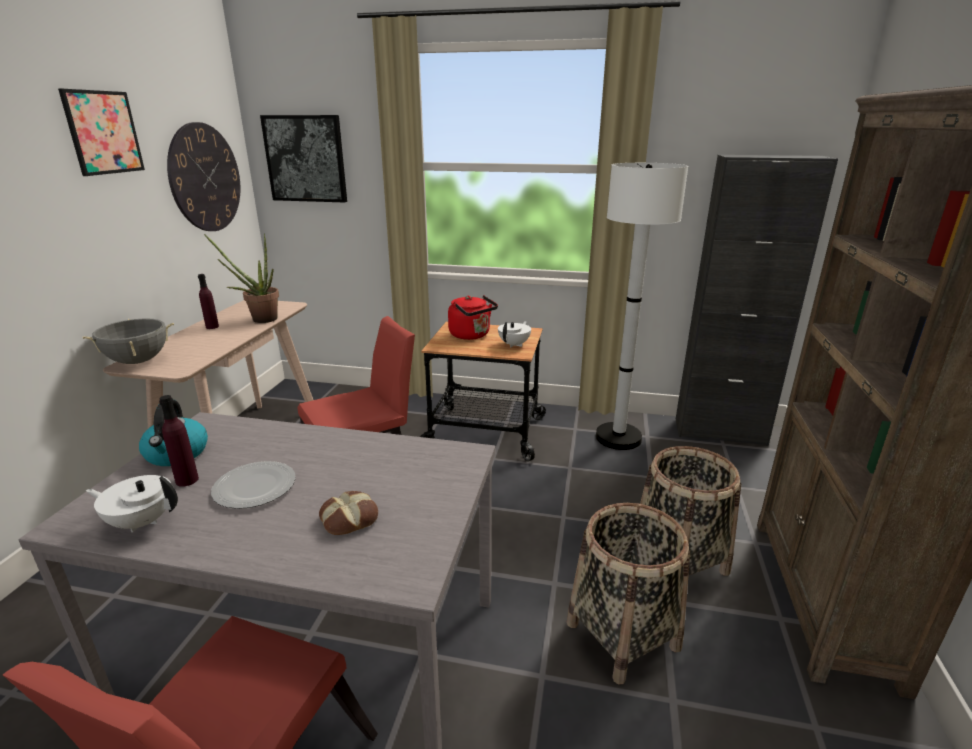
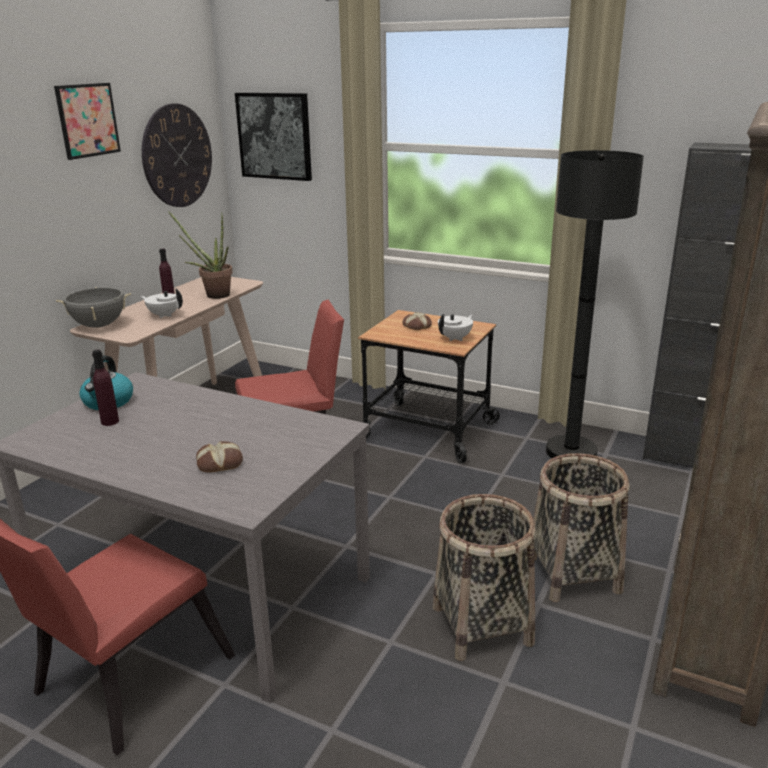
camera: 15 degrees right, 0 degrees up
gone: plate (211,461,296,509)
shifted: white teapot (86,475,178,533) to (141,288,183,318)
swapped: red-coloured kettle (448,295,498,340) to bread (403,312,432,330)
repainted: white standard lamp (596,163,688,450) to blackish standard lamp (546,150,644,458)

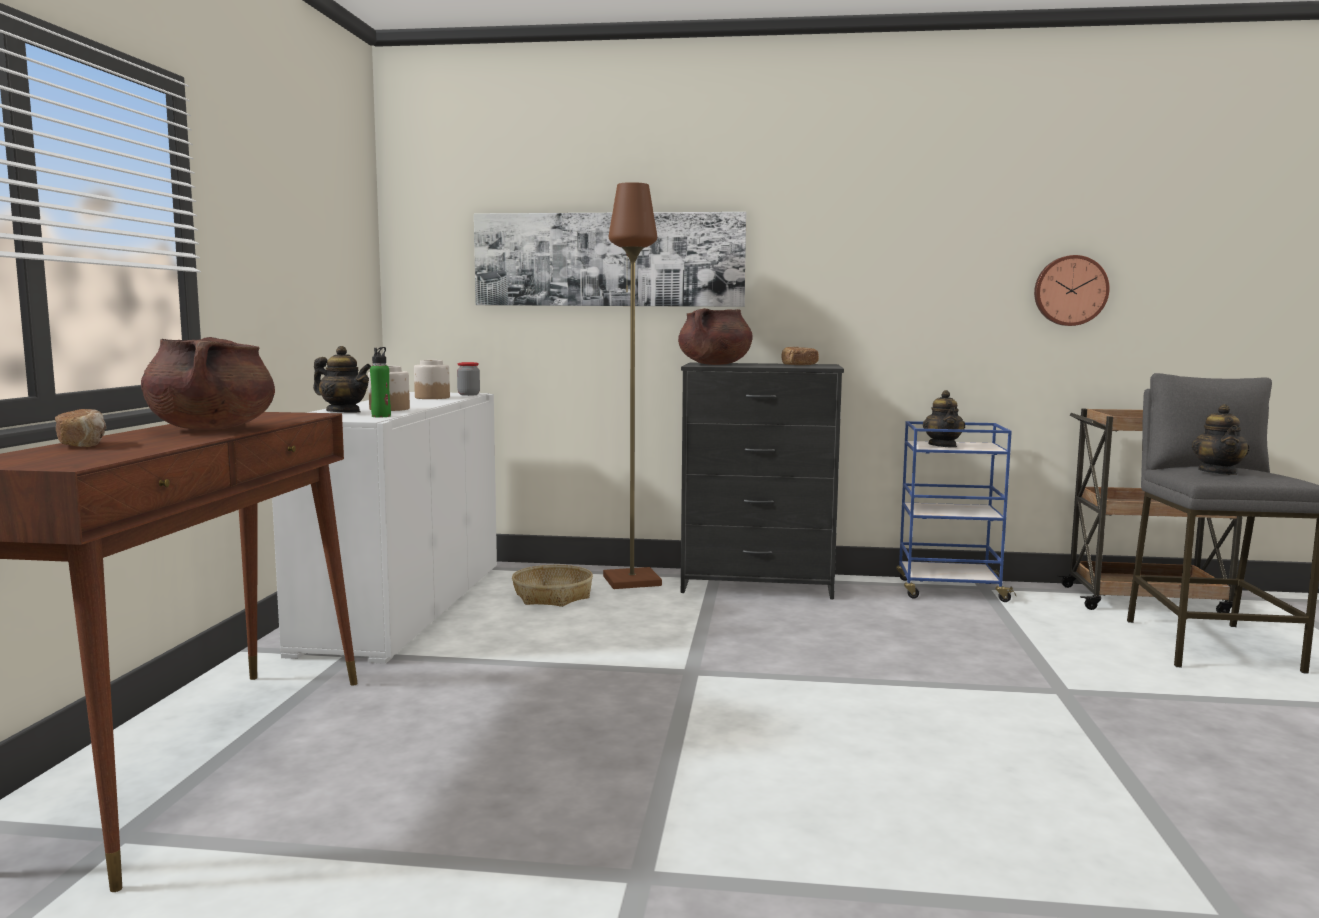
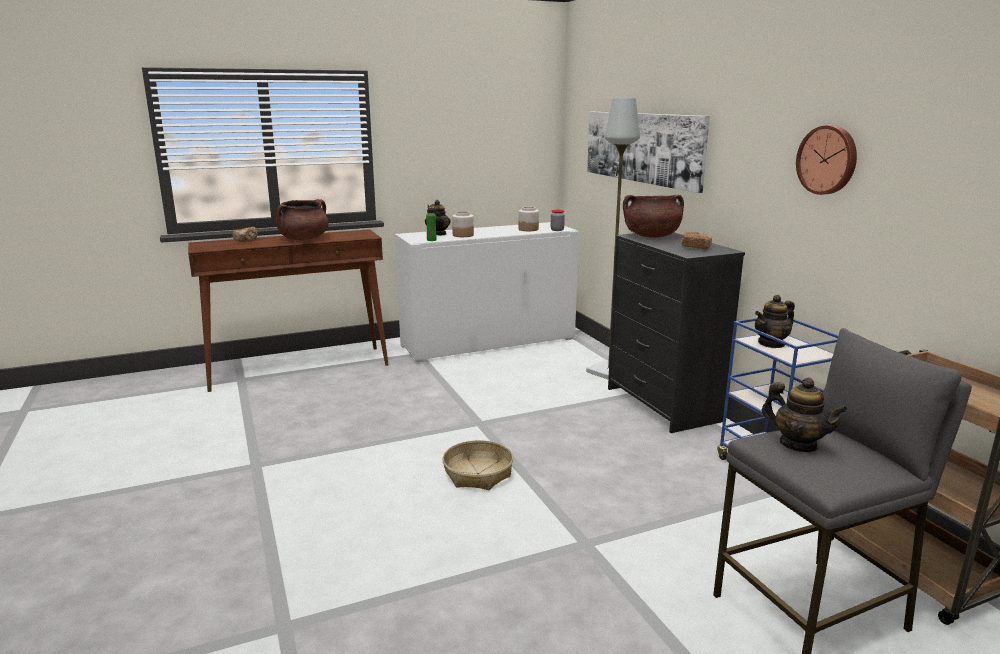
camera: 60 degrees right, 10 degrees up
shifted: basket (512,565,593,607) to (442,440,513,490); wall clock (1034,255,1110,326) to (796,125,857,195)
repainted: brown standard lamp (603,182,662,589) to grey standard lamp (586,98,640,379)
rotated: teapot (1192,404,1250,475) = (762,378,848,452) 120 degrees counterclockwise

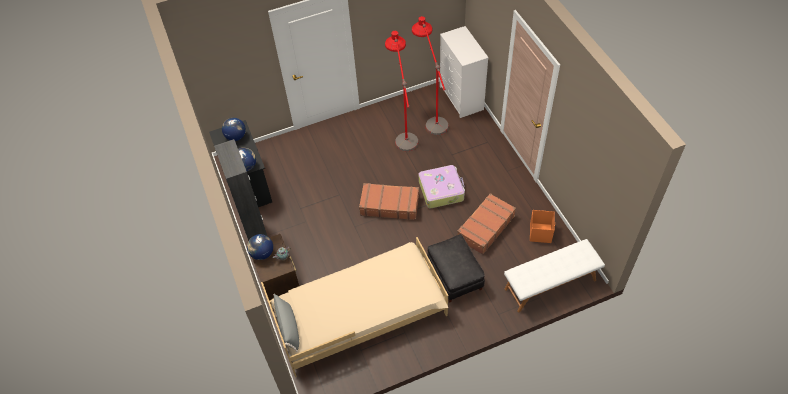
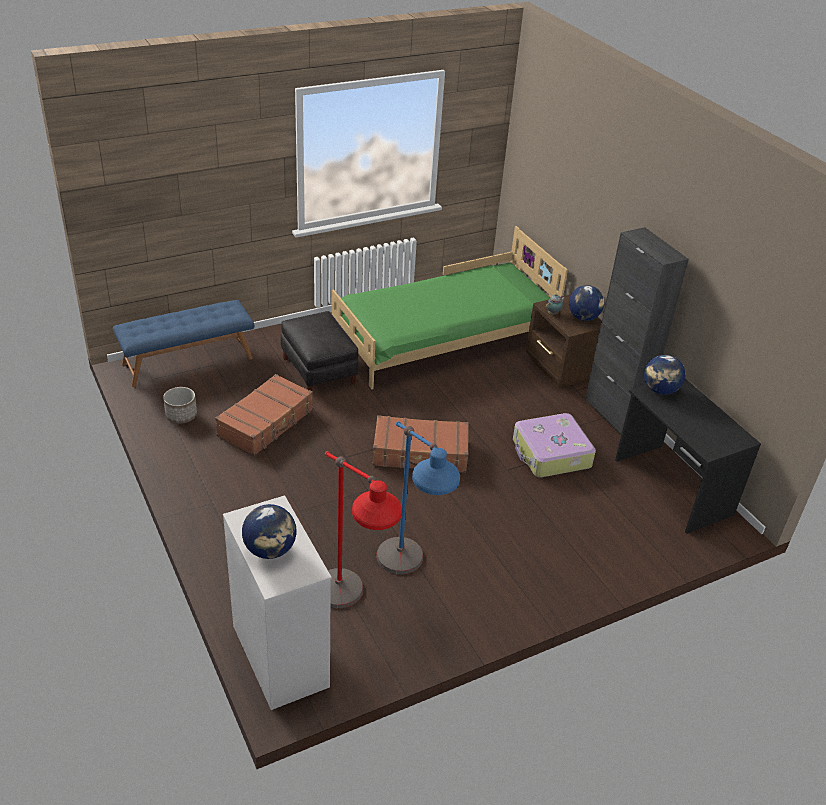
camera: 170 degrees right, 15 degrees down
gone: grey pillow (273,294,299,352)
shifted: desk globe (222,118,246,141) to (242,504,296,559); piece of luggage (419,165,465,208) to (513,413,596,478)
swapped: orange storage container (530,210,555,243) to flower pot (163,387,197,424)
repainted: beige-coloured bedroom bed (261,237,448,377) to green-coloured bedroom bed (332,226,568,389); red-coloured standard lamp (385,31,419,151) to blue standard lamp (376,421,460,574); white bench (504,239,605,313) to blue bench (113,300,254,387)

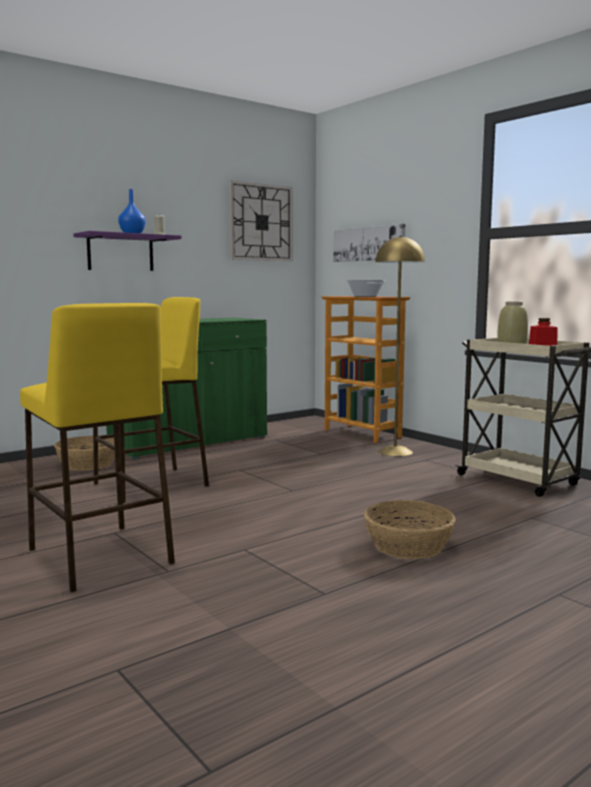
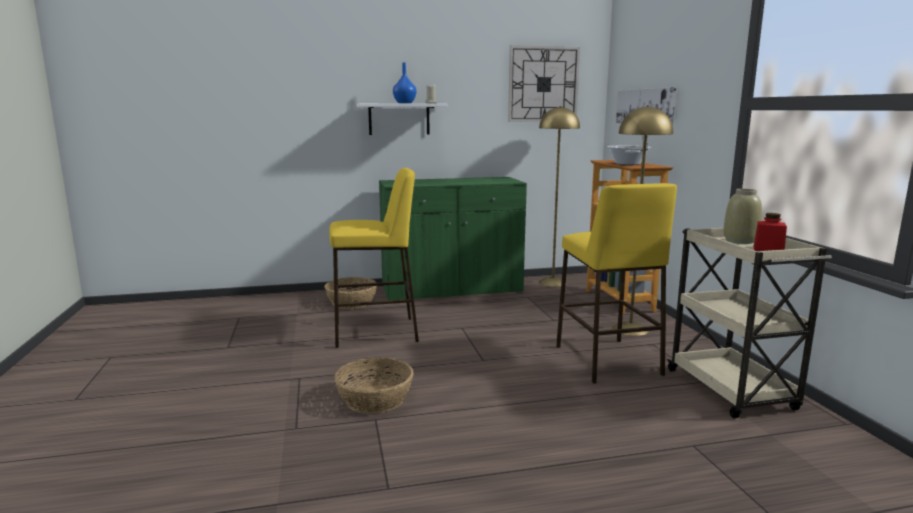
camera: 25 degrees right, 5 degrees up
new: yellow-coloured standard lamp (539,106,580,287)
shifted: yellow-coloured sitting stool (20,303,175,592) to (556,183,677,384); basket (364,500,456,559) to (334,357,414,414)
repainted: purple-coloured bracket shelf (73,231,181,271) to white bracket shelf (357,103,447,135)

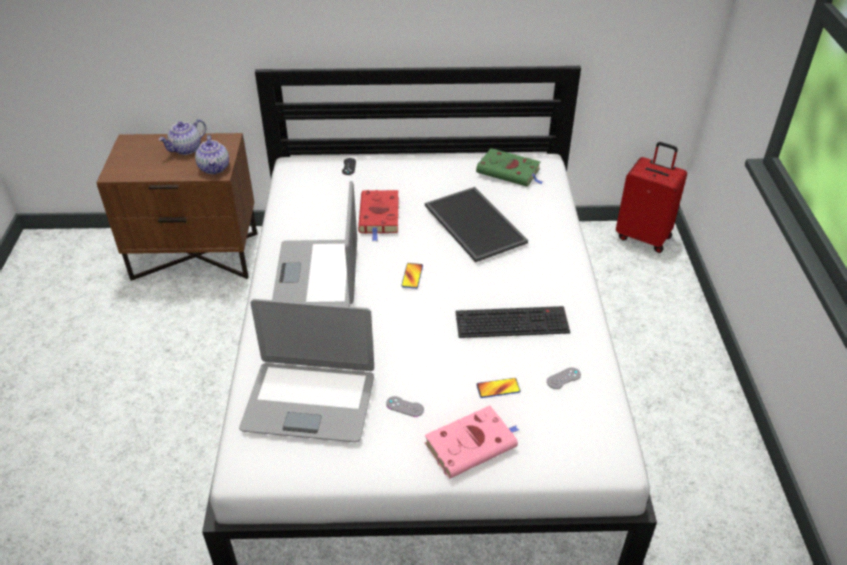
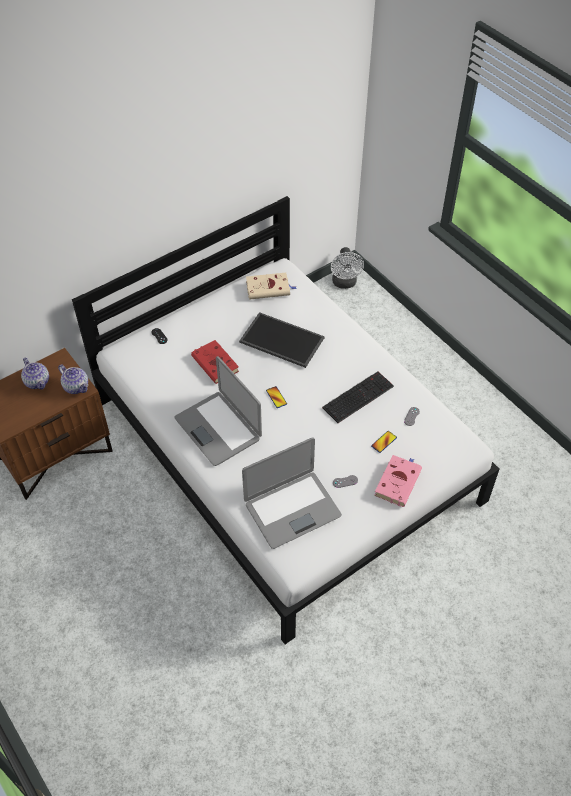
camera: 35 degrees left, 10 degrees up
swapped: red-coloured piece of luggage (616,142,687,253) to white cooling fan (331,247,364,289)
repainted: green-coloured volume (476,148,543,187) to beige-coloured volume (246,273,297,300)
rotated: teapot (158,119,206,155) = (21,358,49,389) 45 degrees counterclockwise

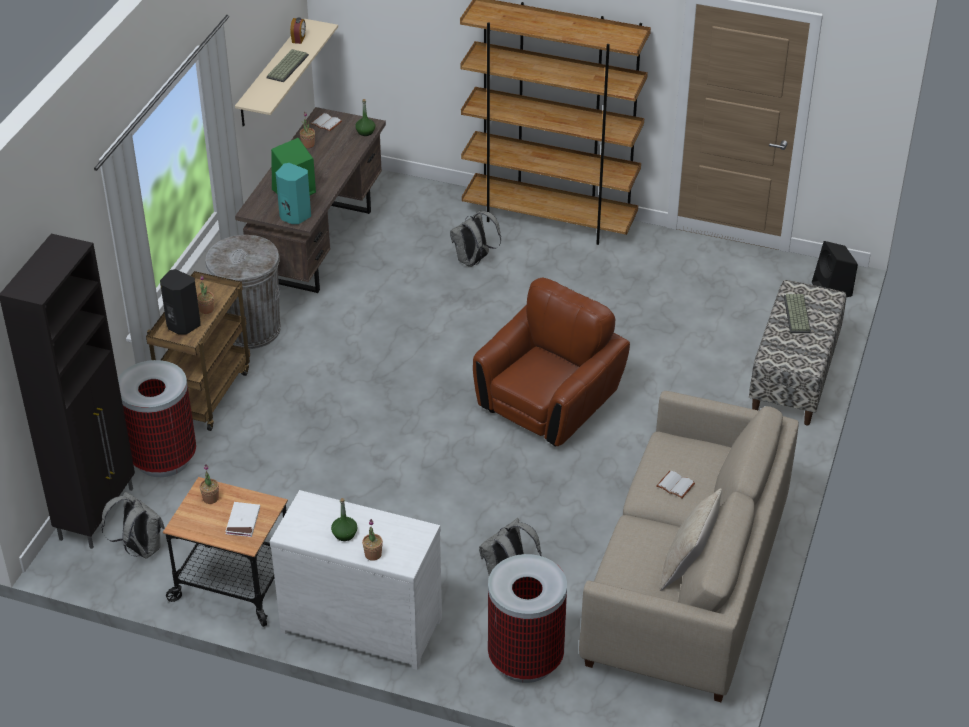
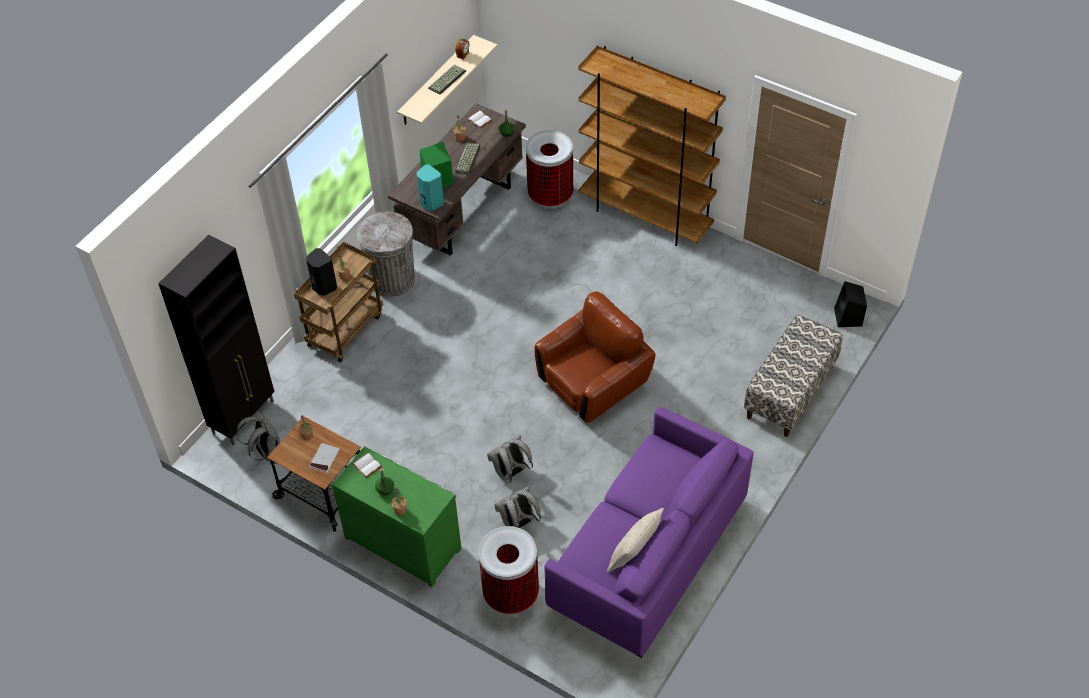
camera: 15 degrees right, 10 degrees up
shifted: waste bin (118,360,196,477) to (526,130,573,209); grey rucksack (450,210,501,267) to (487,435,533,483); white volume (656,471,695,498) to (352,453,382,478); keyboard (784,294,811,333) to (455,142,480,175)
repainted: white chest of drawers (270,490,442,670) to green-coloured chest of drawers (332,446,462,587); beige-coloured sofa (579,391,799,702) to purple-coloured sofa (544,407,753,658)

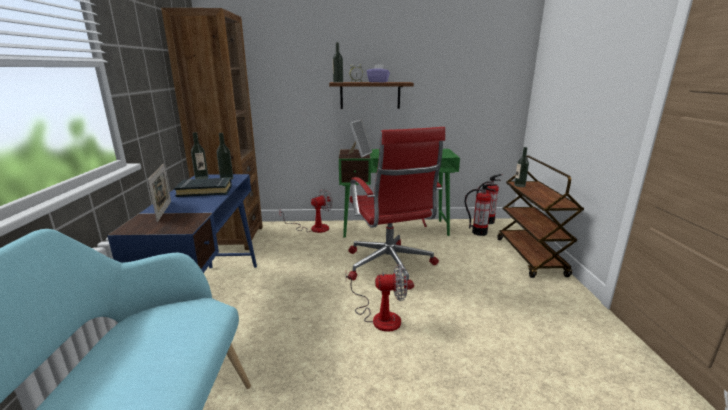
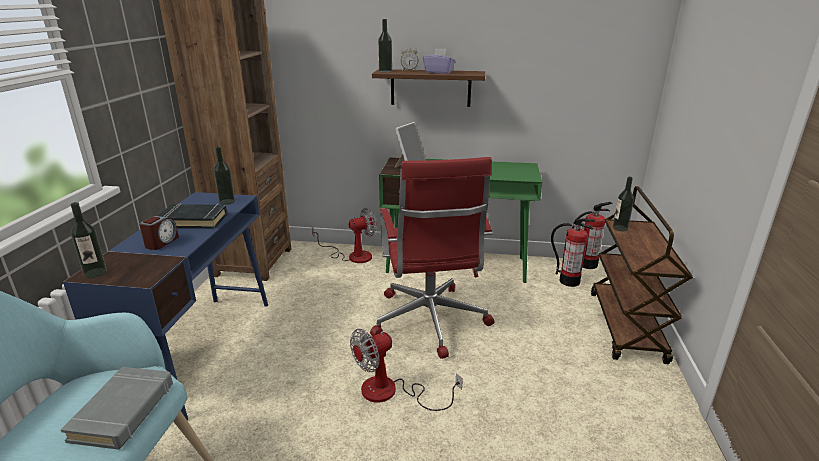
camera: 10 degrees right, 5 degrees up
gone: photo frame (148,164,171,222)
new: grey volume (61,367,173,450); bedside clock (139,216,179,250)
shifted: bottle (191,132,208,179) to (70,202,107,278)
rotated: cooling fan (346,264,407,332) = (350,329,463,411) 135 degrees clockwise

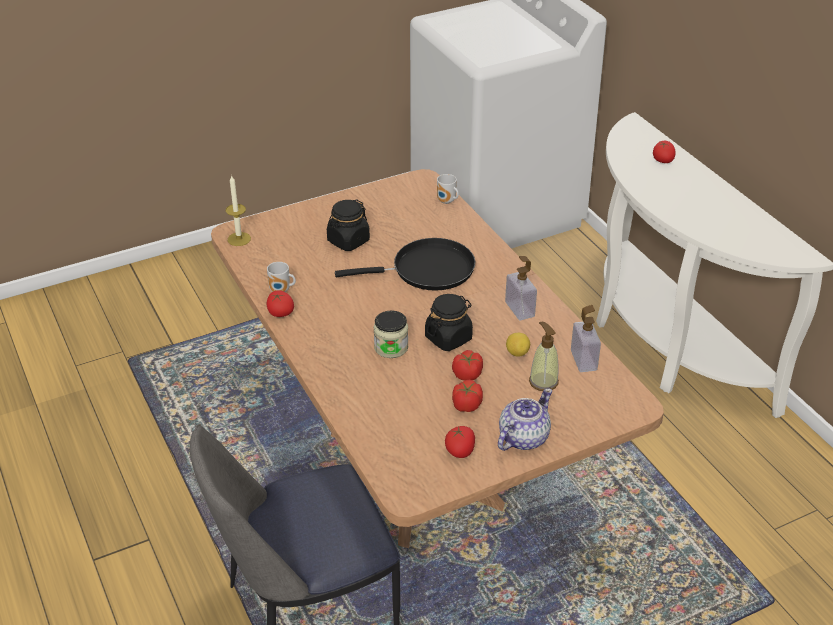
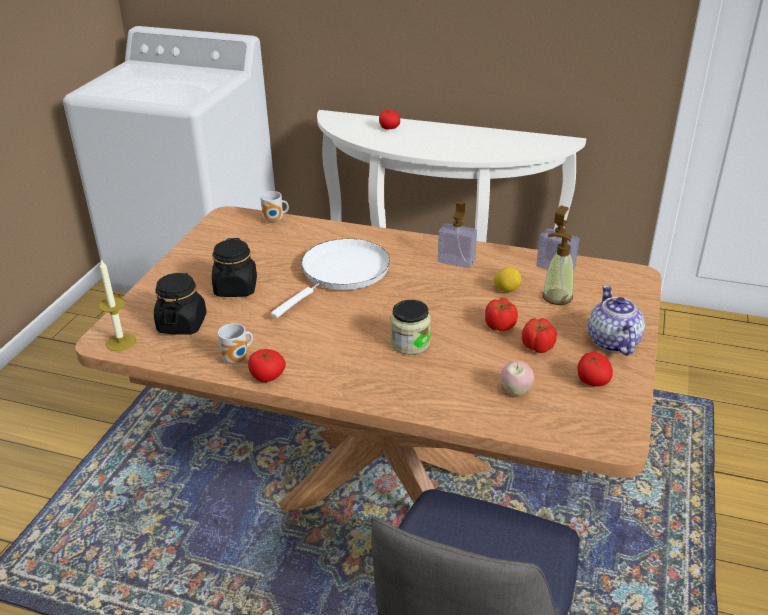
camera: 45 degrees left, 5 degrees down
new: apple (501,361,534,396)
shifted: blackish preserve jar (425,294,473,351) to (154,273,207,335)
repainted: blackish pan (335,238,475,291) to white pan (271,239,390,318)

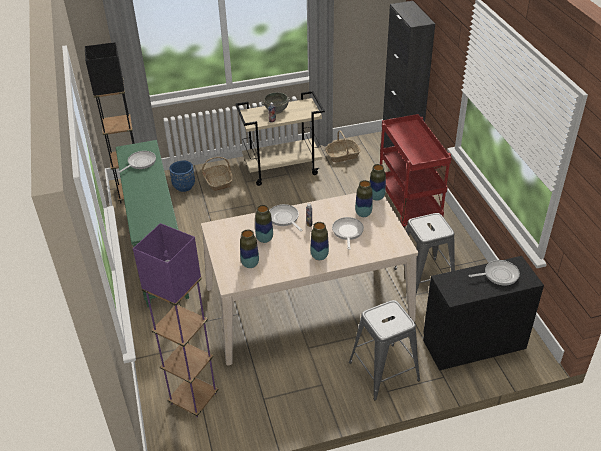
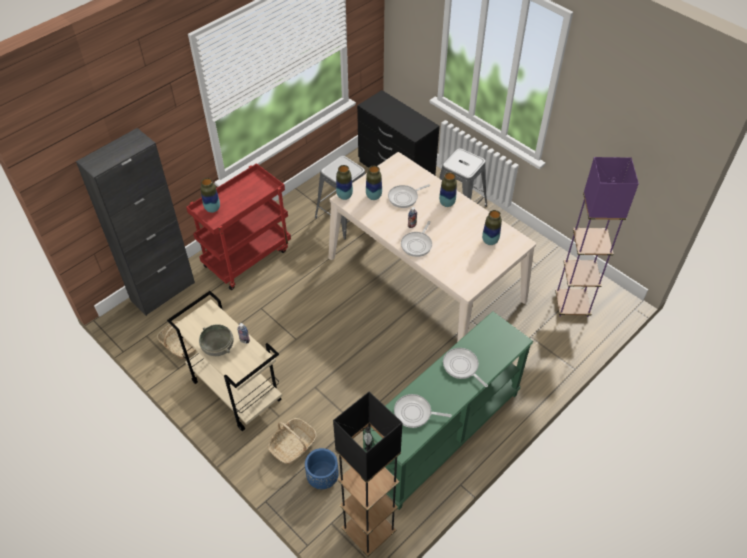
camera: 120 degrees left, 10 degrees up
shifted: decorative vase (255,205,273,243) to (200,178,220,213); pan (469,260,520,286) to (443,348,488,387)

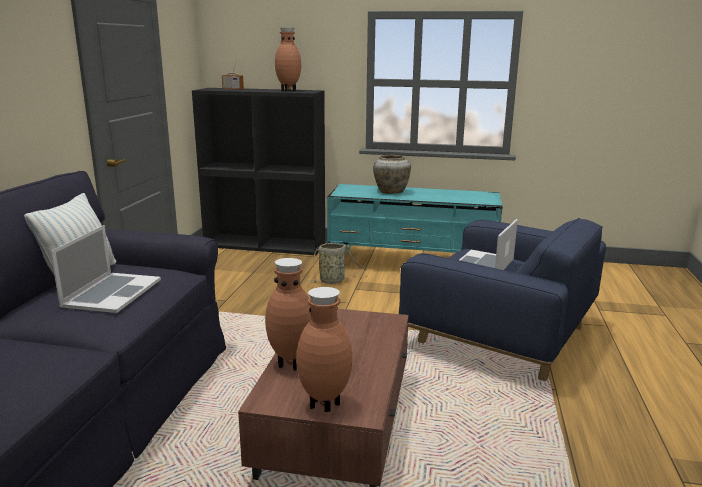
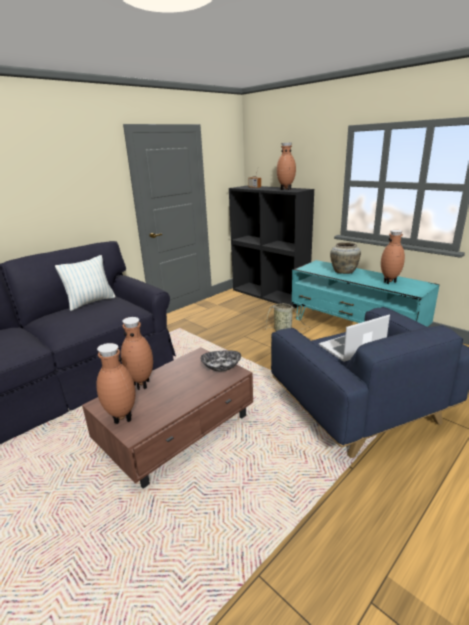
camera: 35 degrees right, 5 degrees up
gone: notebook computer (50,225,161,313)
new: serving bowl (200,350,241,371); brown decorative vase (381,230,405,284)

